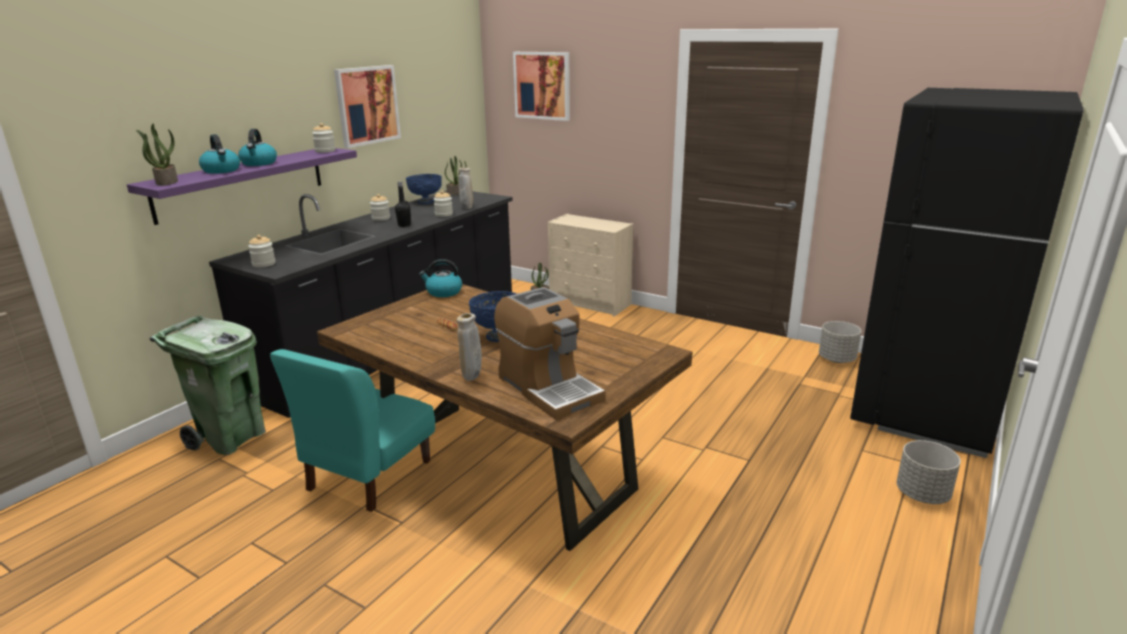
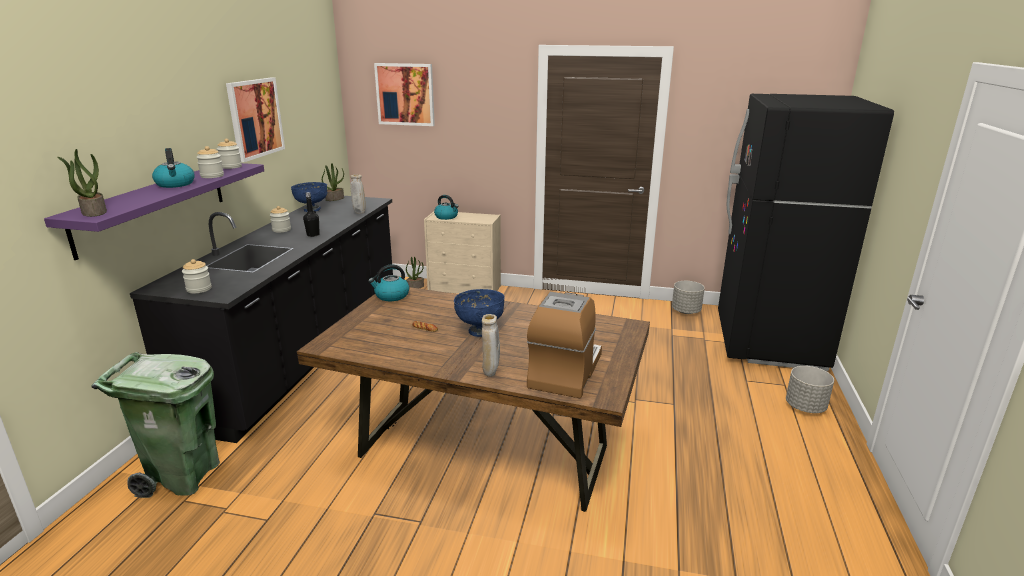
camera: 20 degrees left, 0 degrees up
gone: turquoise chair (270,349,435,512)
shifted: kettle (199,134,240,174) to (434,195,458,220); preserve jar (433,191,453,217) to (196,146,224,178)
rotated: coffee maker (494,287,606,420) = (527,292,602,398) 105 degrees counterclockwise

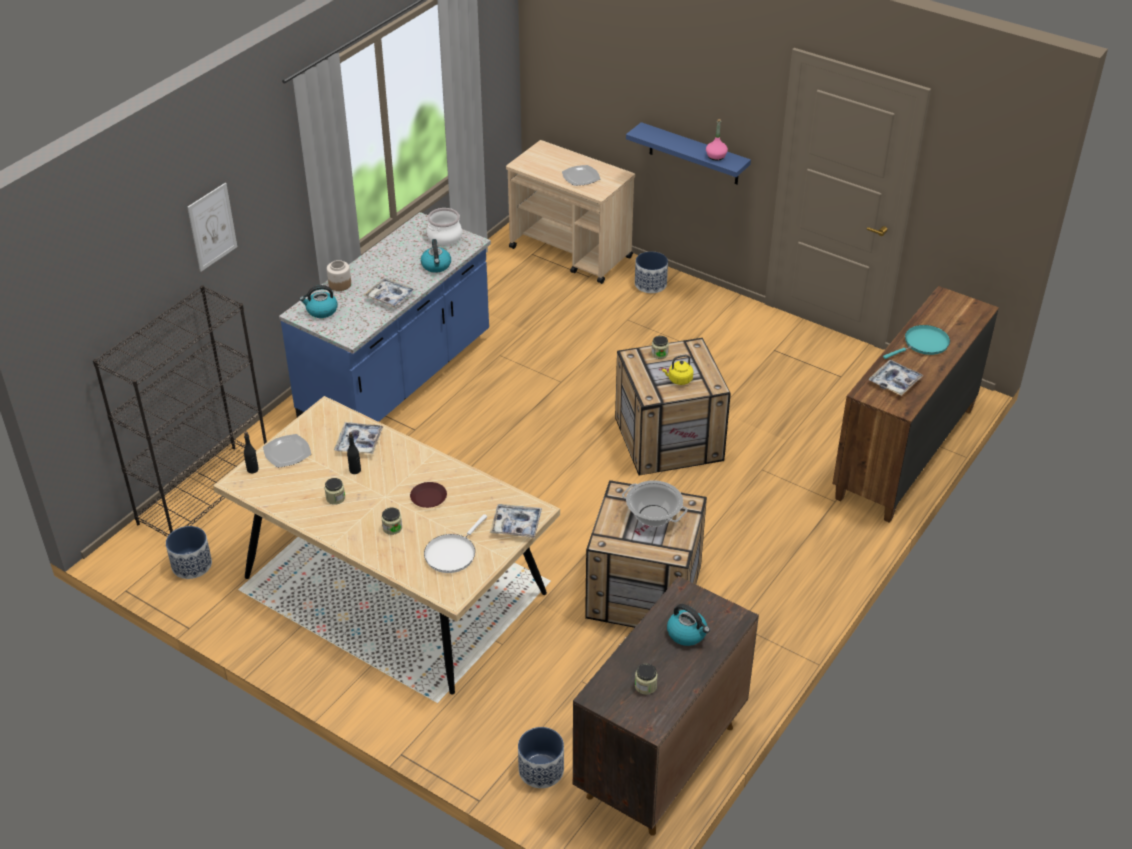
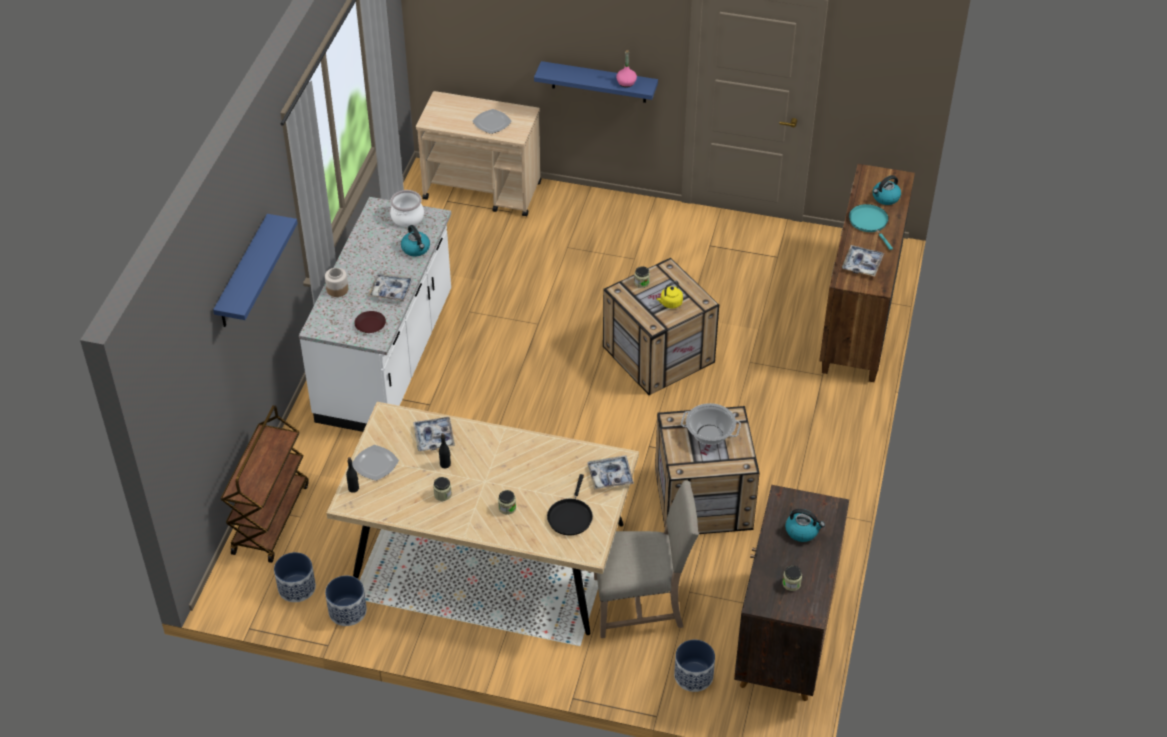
camera: 20 degrees left, 5 degrees up
new: beige-coloured chair (594,480,699,638)
shifted: kettle (300,285,338,318) to (873,175,901,205); brown plate (410,482,447,508) to (354,311,386,333); flower pot (635,251,668,293) to (325,576,367,626)
swapped: blackish bookcase (93,286,267,537) to brown trolley (220,405,309,563); wall art (187,183,237,271) to blue bracket shelf (213,214,298,327)
repainted: blue kitchen counter (279,212,491,422) to white kitchen counter (299,197,451,432); white pan (424,514,487,573) to blackish pan (547,474,593,535)
rotated: turquoise pan (883,325,950,359) = (849,204,893,250) 60 degrees counterclockwise

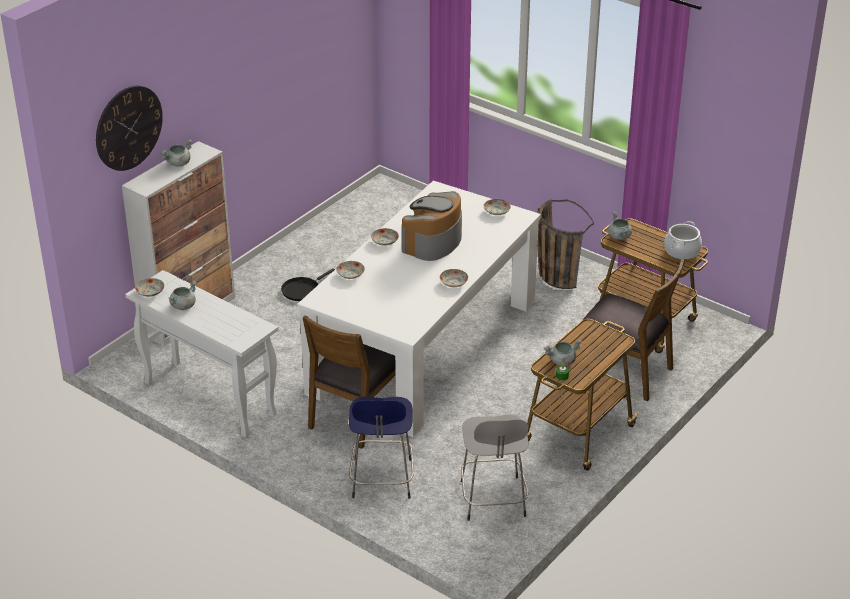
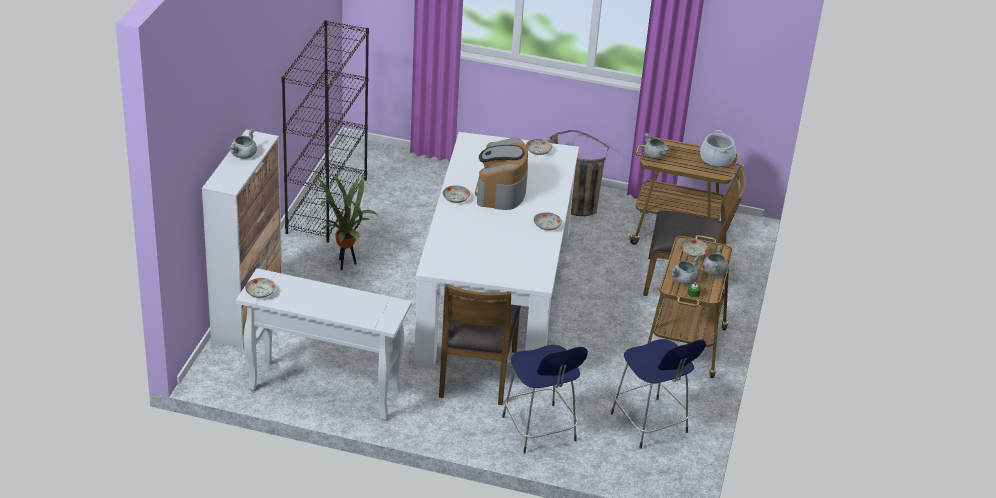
camera: 25 degrees left, 0 degrees up
gone: wall clock (96,86,163,171)
new: blackish bookcase (281,20,369,243)
shifted: grey saucepot (169,281,197,310) to (703,245,728,276); plate (336,261,365,279) to (680,239,708,257)
swapped: blackish pan (281,268,335,301) to plant in a pot (316,173,379,270)
repainted: grey sitting stool (461,415,529,521) to blue sitting stool (611,339,706,449)

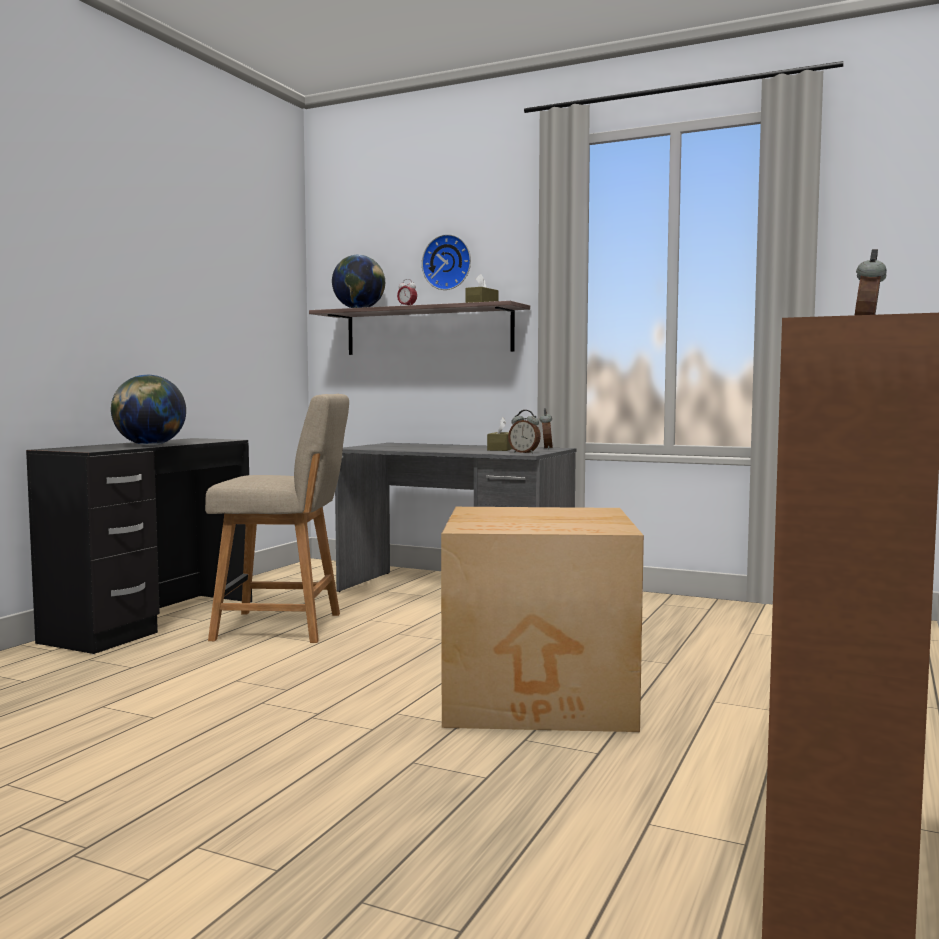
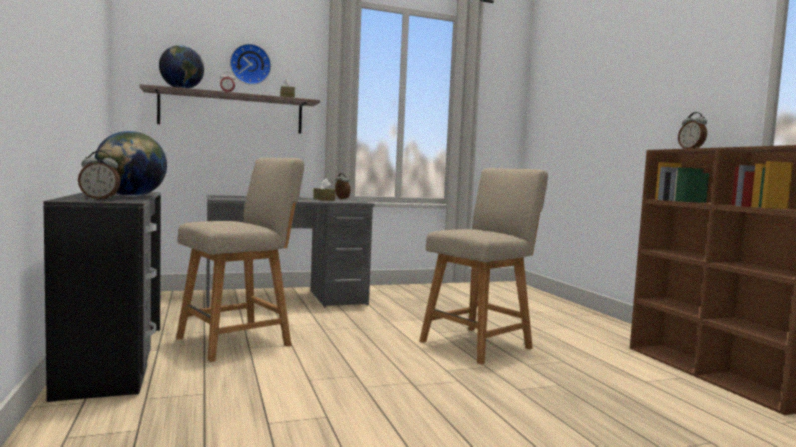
camera: 45 degrees left, 0 degrees up
shifted: bedside clock (508,410,541,454) to (78,151,120,200)
swapped: packing box (441,507,644,732) to beige-coloured chair (419,168,548,365)

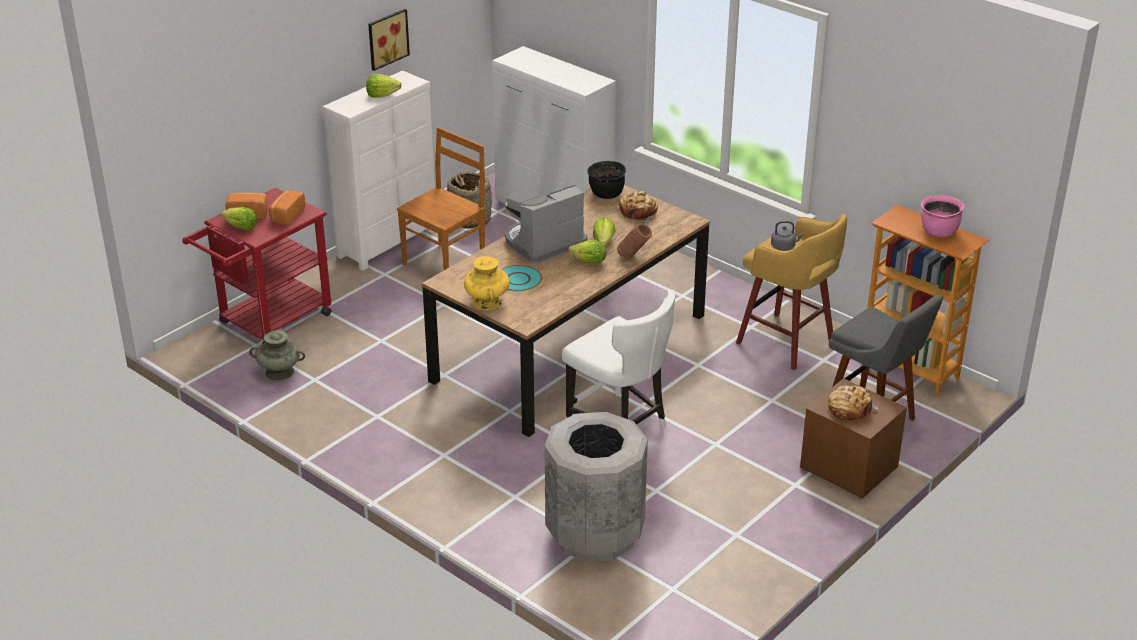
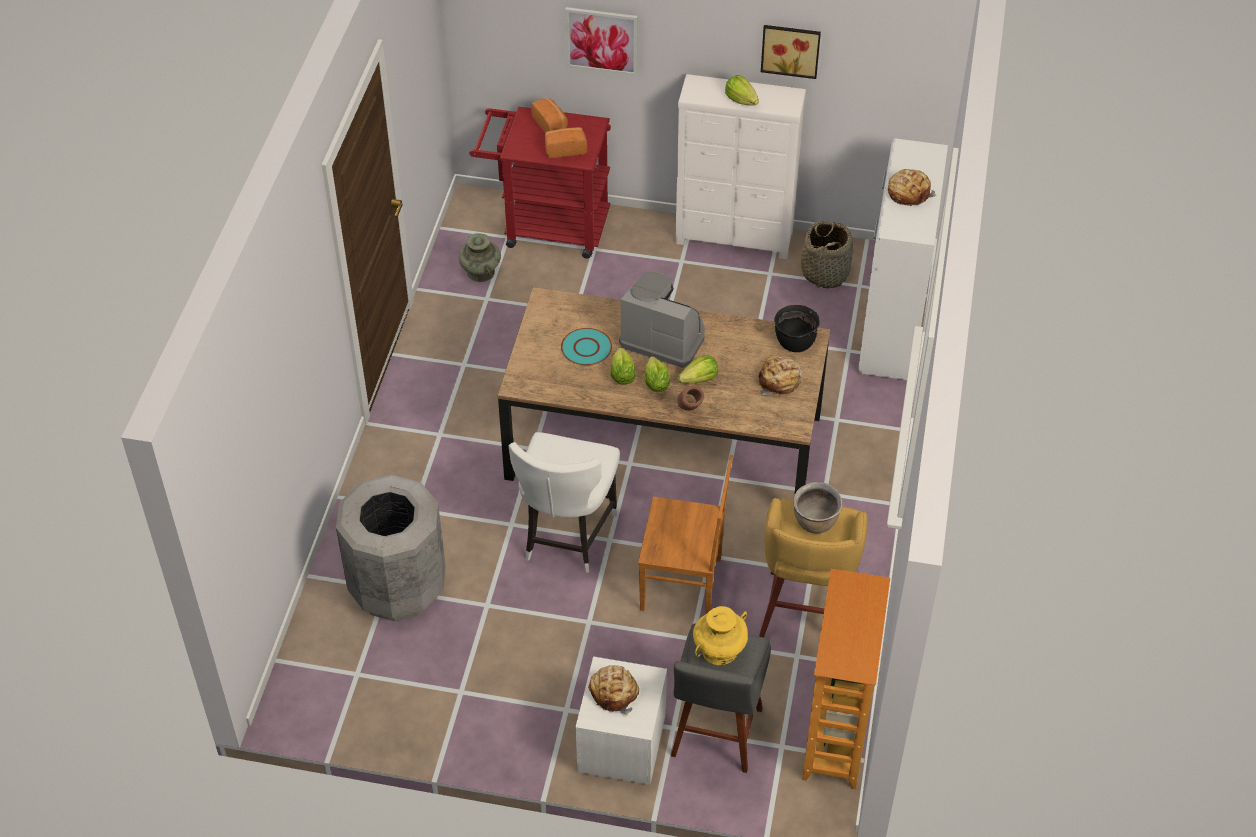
camera: 60 degrees right, 15 degrees up
gone: pinkish saucepot (921,195,964,237)
new: wall art (565,7,638,76); bread (888,169,937,207)
shifted: lettuce head (221,207,257,231) to (610,348,636,385); brown chair (397,127,485,270) to (638,455,733,615); yellow-coloured decorative vase (464,256,510,310) to (693,606,748,665)
swapped: grey kettle (771,221,804,251) to brown saucepot (793,482,842,534)
repainted: brown night table (800,378,907,499) to white night table (575,657,667,785)

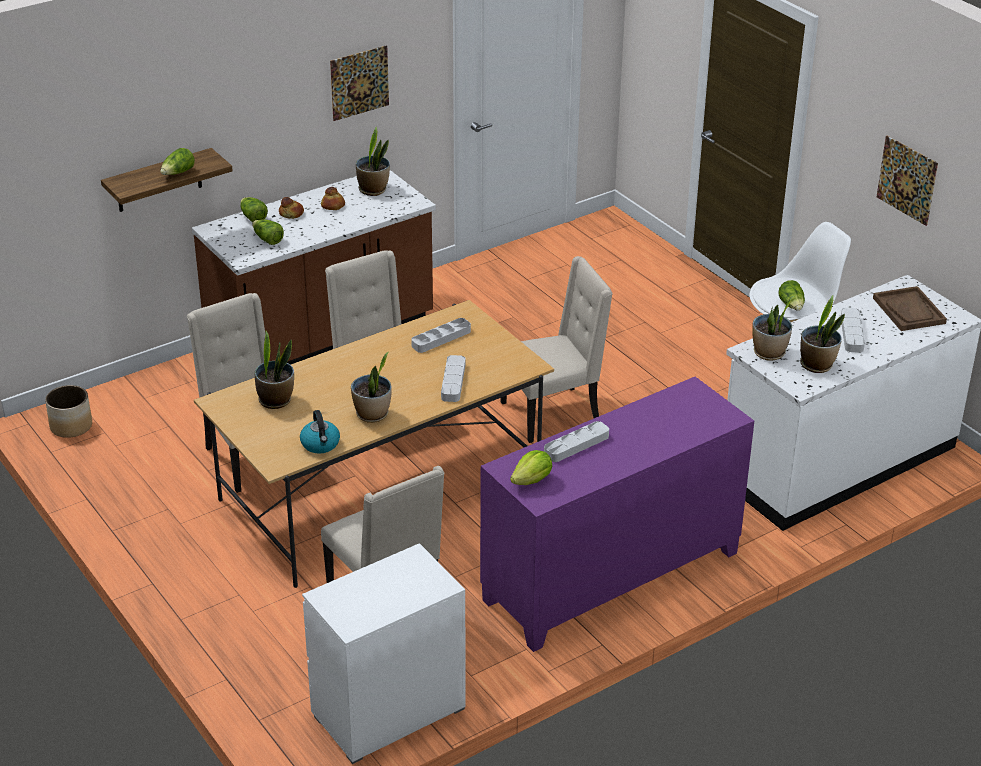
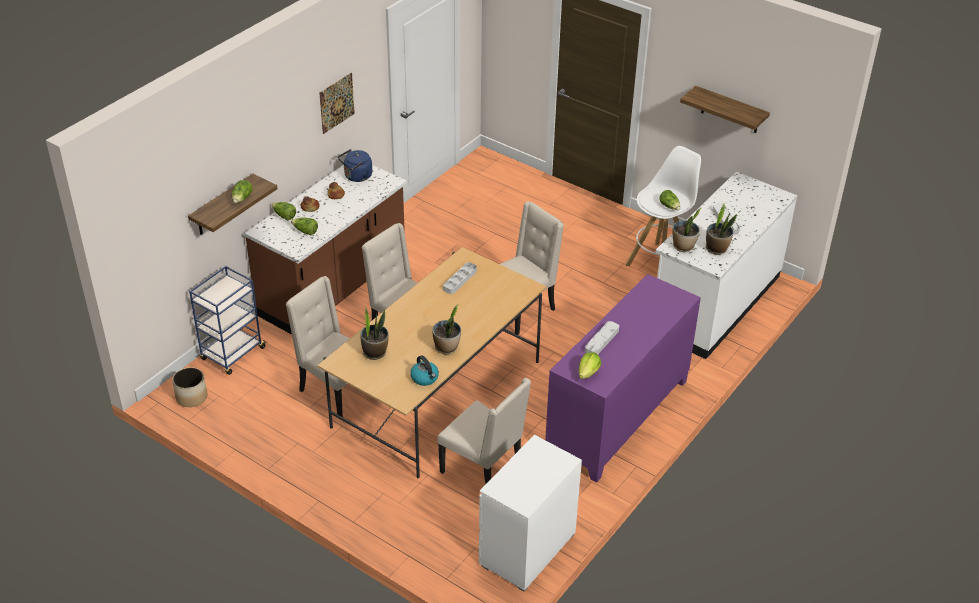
camera: 20 degrees left, 5 degrees up
gone: grey serving tray (441,355,465,402); brown serving tray (873,286,947,331)
new: blue trolley (189,266,267,375)
swapped: plant in a pot (356,126,390,196) to blue kettle (338,149,372,182); wall art (877,136,938,226) to bracket shelf (680,86,770,133)

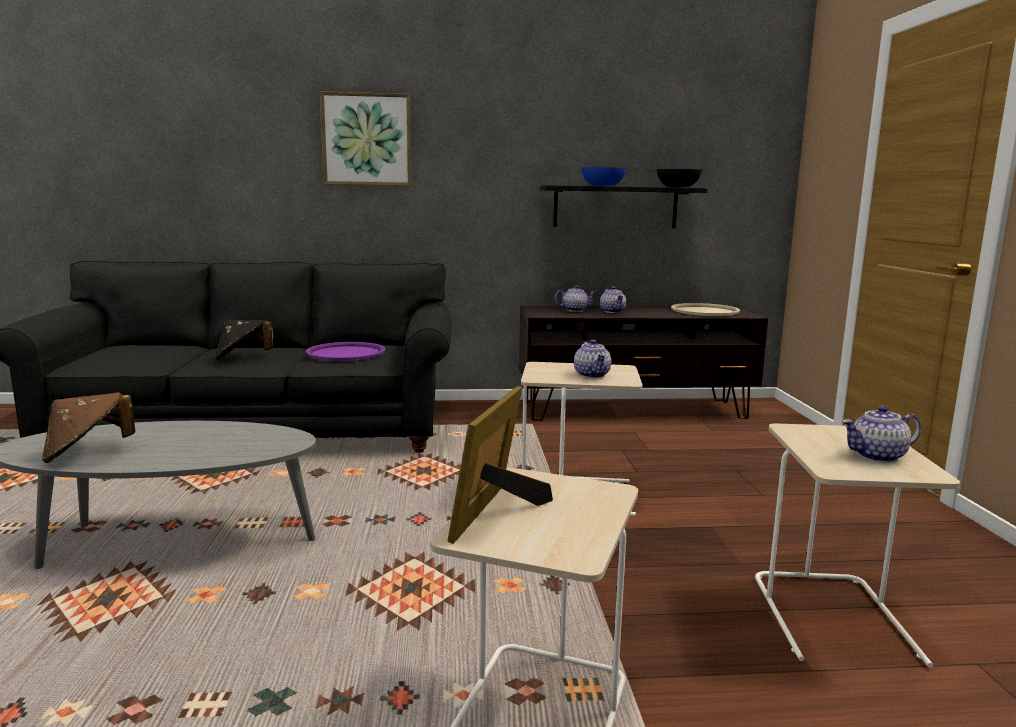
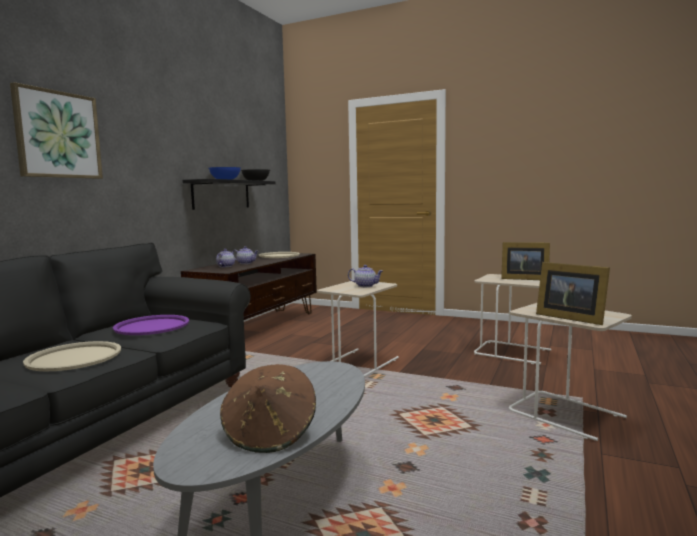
camera: 60 degrees left, 5 degrees down
swapped: blackish wearable hat (215,320,273,360) to beige-coloured serving tray (23,341,121,372); teapot (842,406,921,463) to photo frame (501,242,550,280)

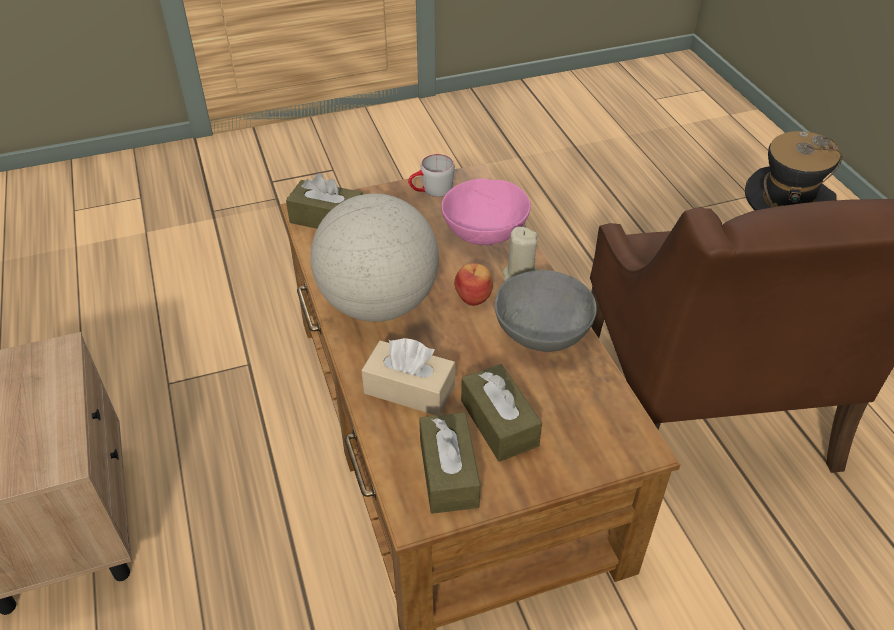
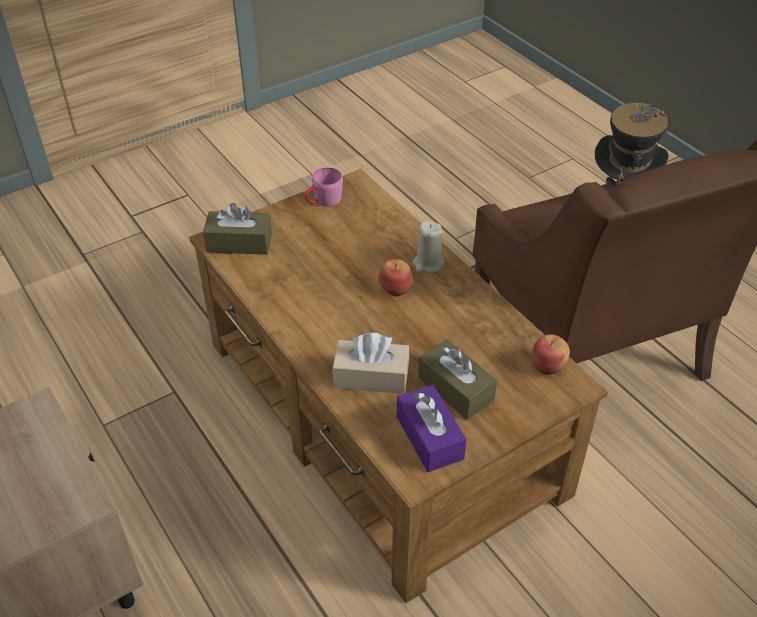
camera: 15 degrees left, 0 degrees up
gone: desk globe (310,194,439,322); pinkish serving bowl (441,179,531,245); grey serving bowl (494,270,597,352)
new: apple (533,334,570,375)
repainted: grey tea mug (408,154,455,197) to pinkish tea mug (305,167,343,207); brown tissue box (419,412,480,514) to purple-coloured tissue box (397,385,467,472)

